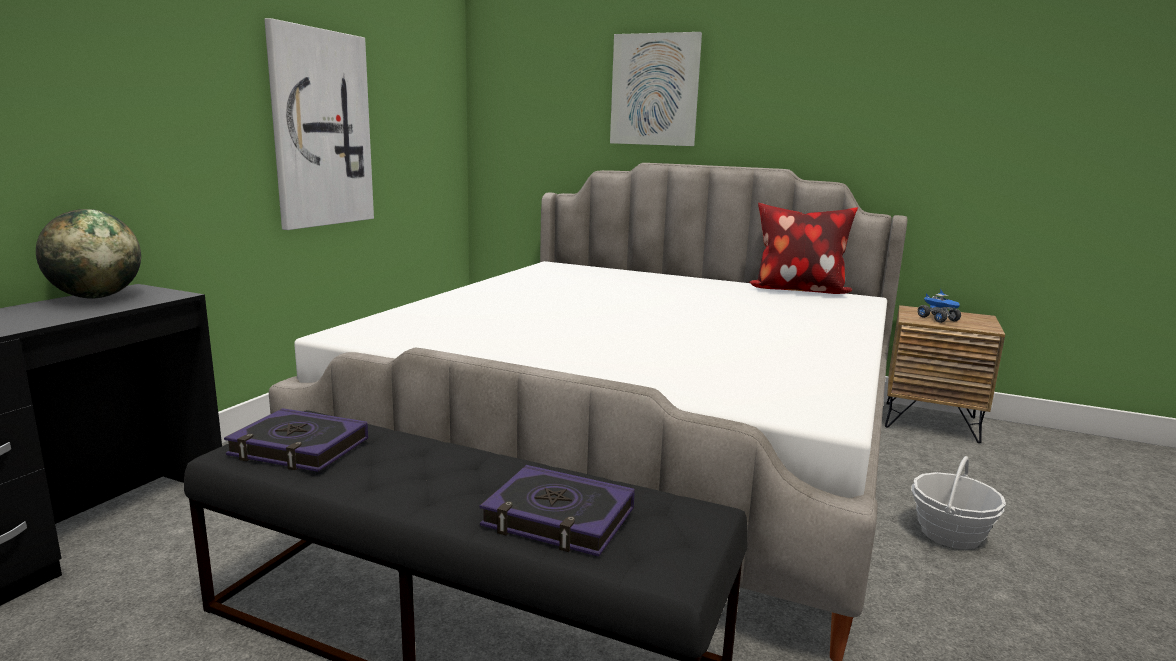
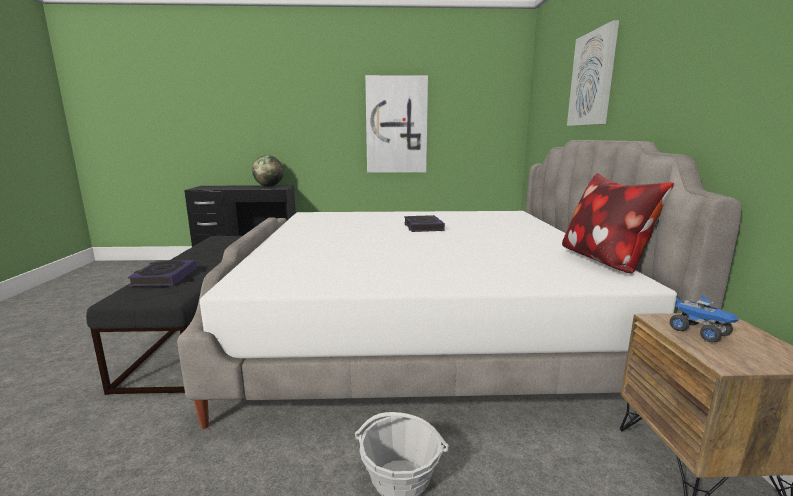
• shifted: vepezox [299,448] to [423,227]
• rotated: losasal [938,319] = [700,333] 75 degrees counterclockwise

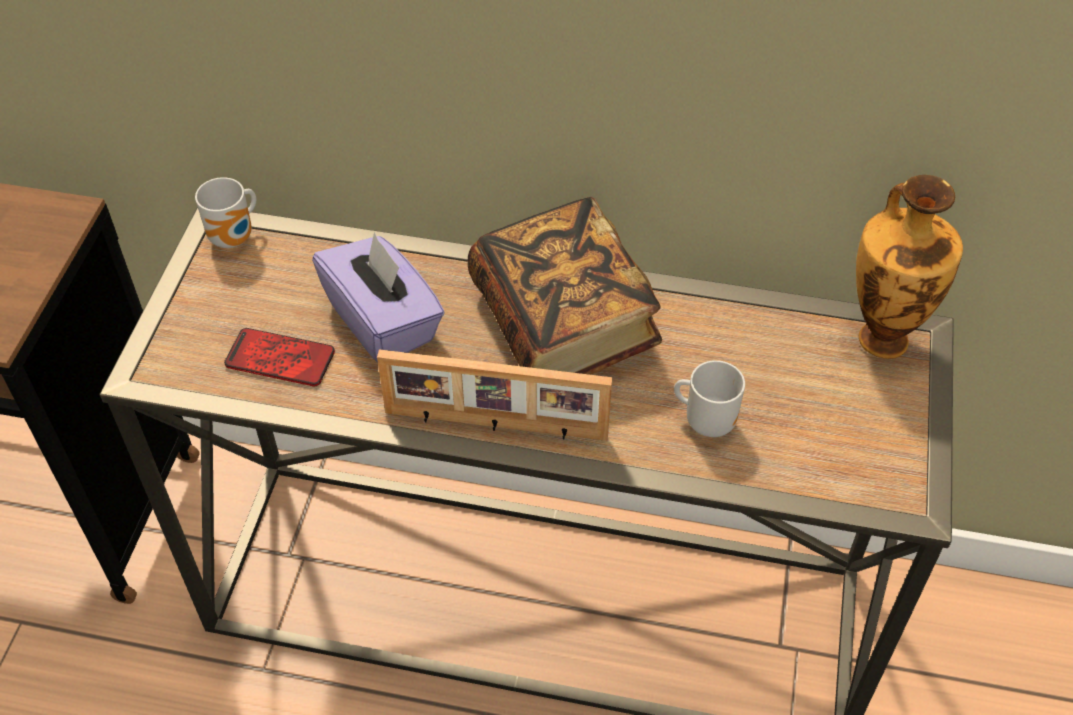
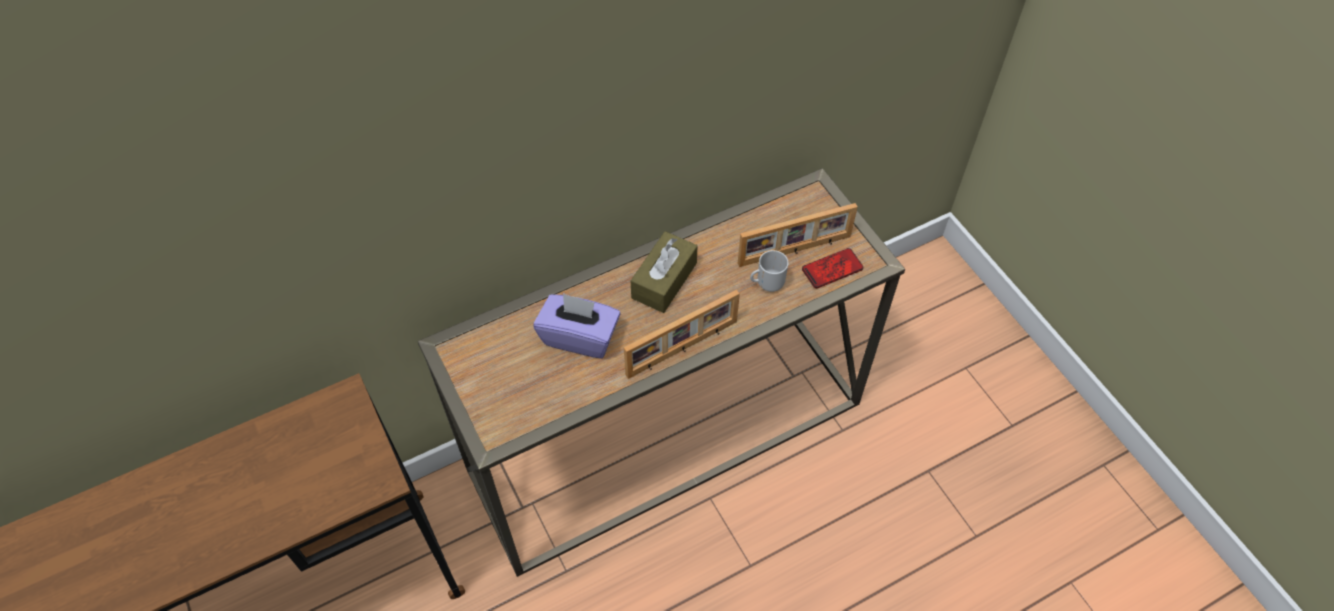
• swapped: vepezox [563,323] to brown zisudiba [664,280]
• new: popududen [795,251]
• shifted: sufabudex [280,358] to [832,269]
• gone: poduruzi [235,238]
• gone: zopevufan [882,336]

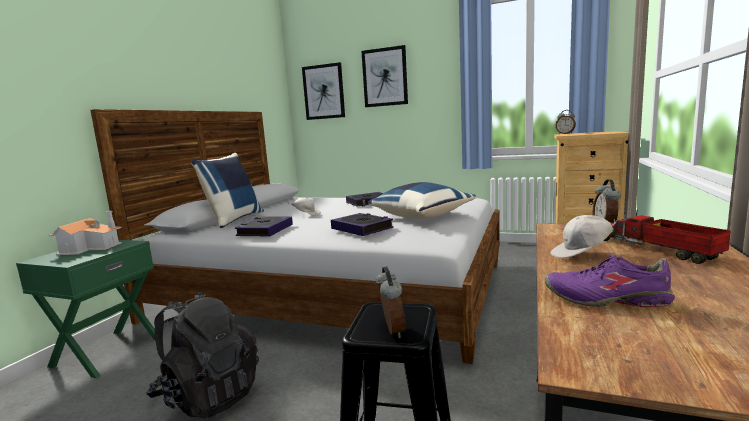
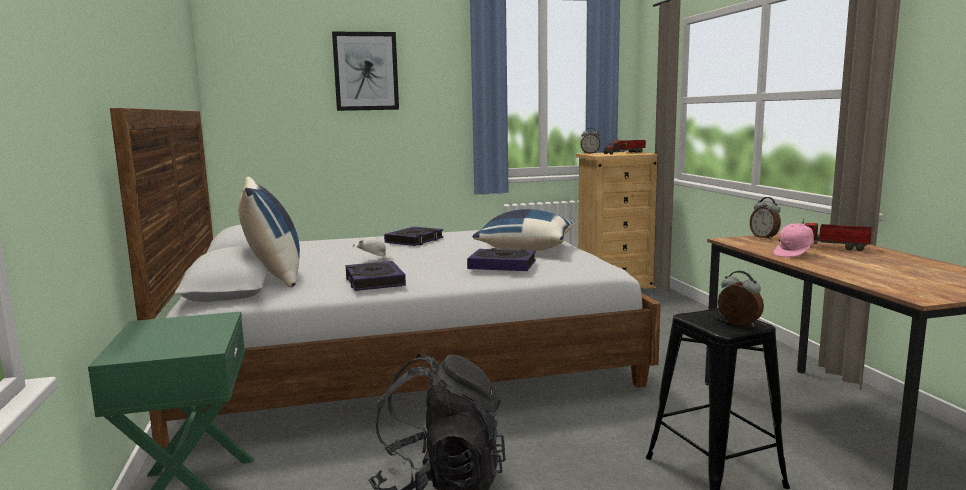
• new: losasal [625,153]
• repainted: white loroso [582,254] to pink loroso [794,254]
• gone: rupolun [91,247]
• gone: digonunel [324,92]
• gone: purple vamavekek [607,299]

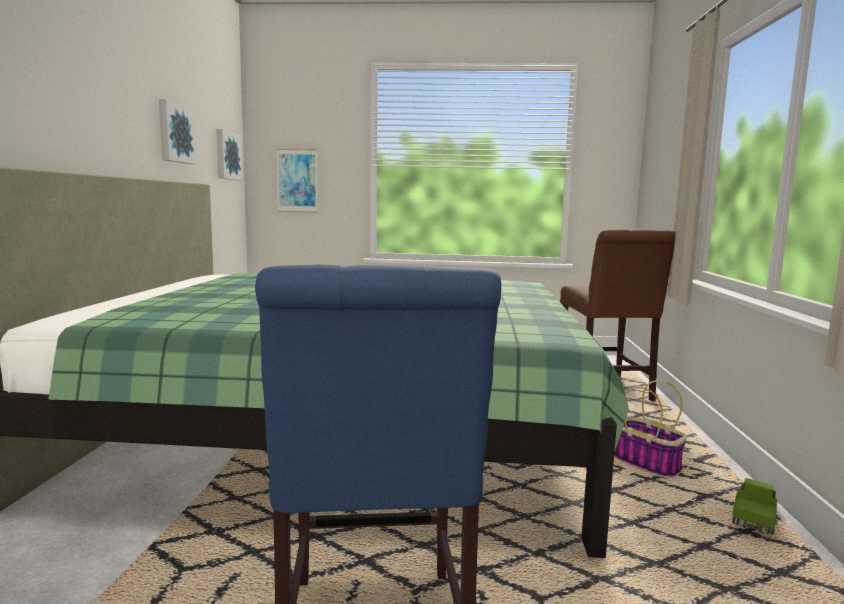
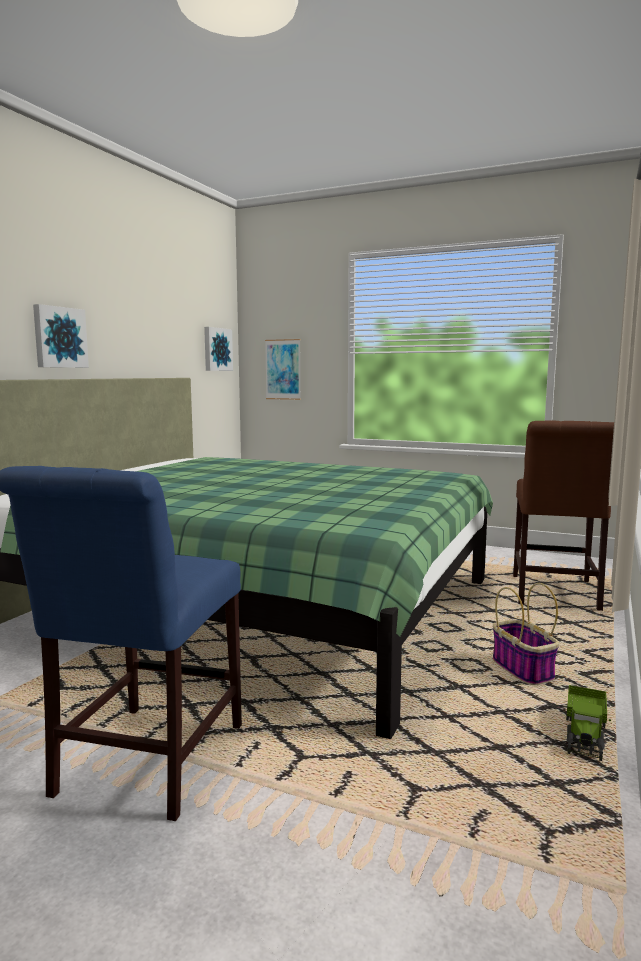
• shifted: digonunel [175,133] to [59,337]
• rotated: losasal [753,518] = [585,734] 150 degrees clockwise

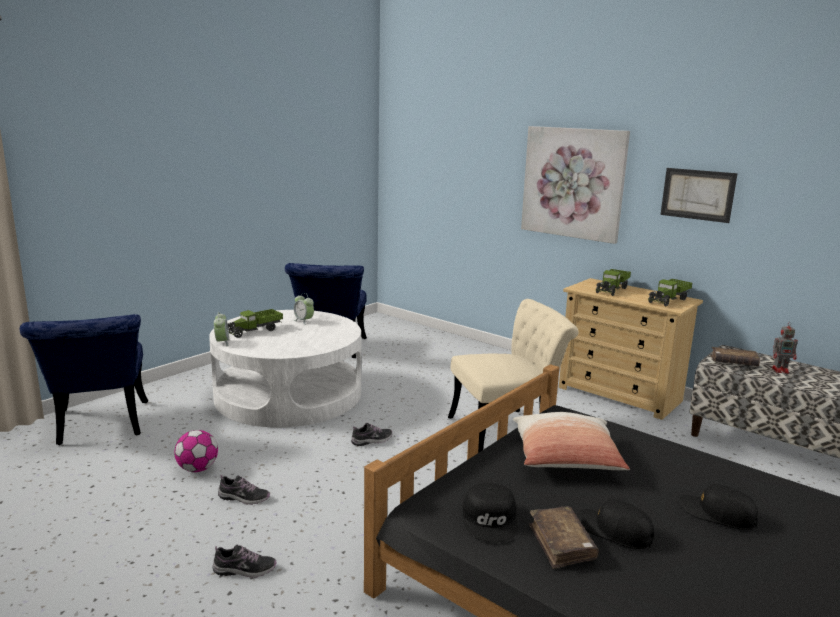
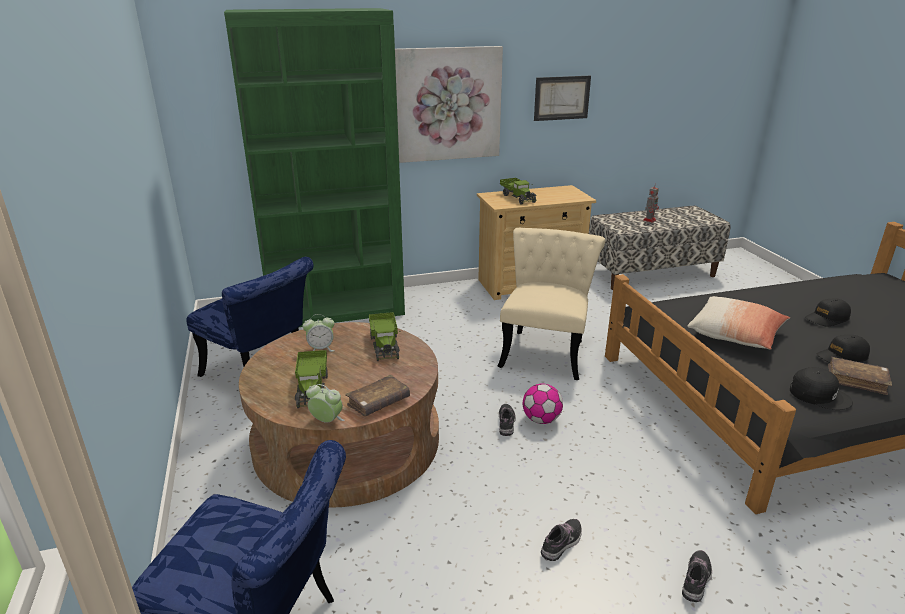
• new: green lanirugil [337,310]
• repainted: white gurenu [288,394] to brown gurenu [347,440]
• shifted: brown vepezox [733,363] to [378,402]
• shifted: losasal [669,300] to [385,345]
• shifted: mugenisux [197,469] to [541,419]

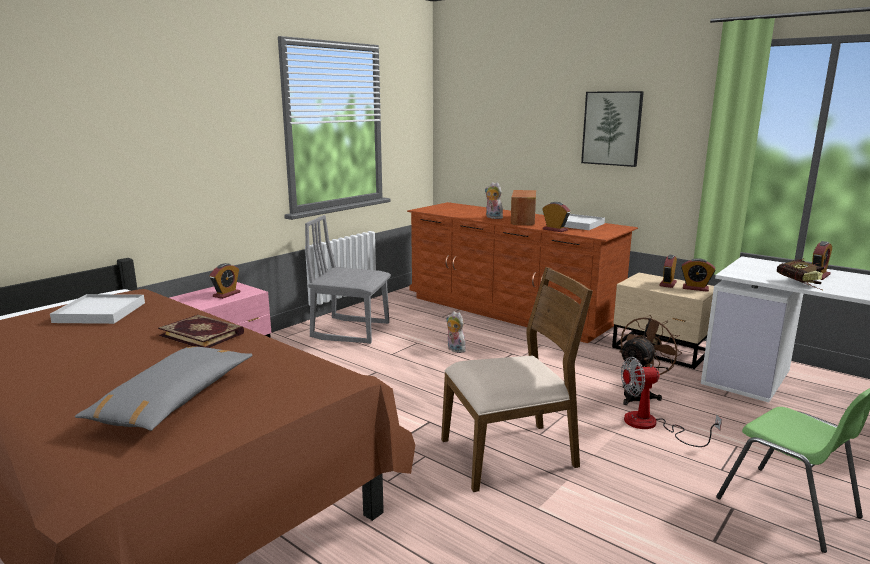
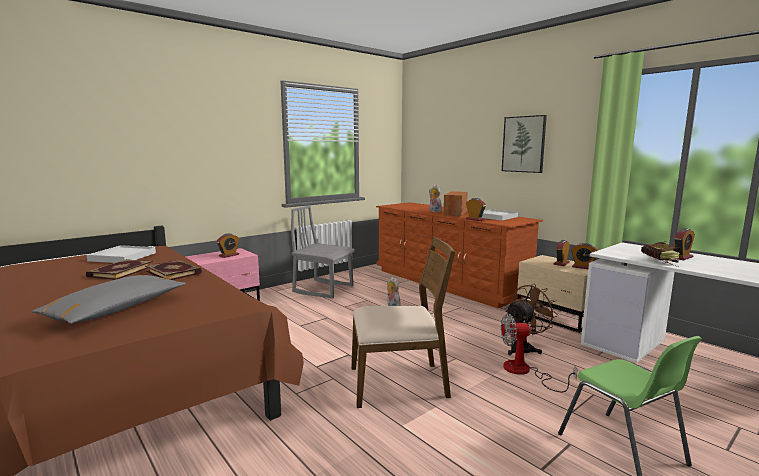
• new: vepezox [120,271]

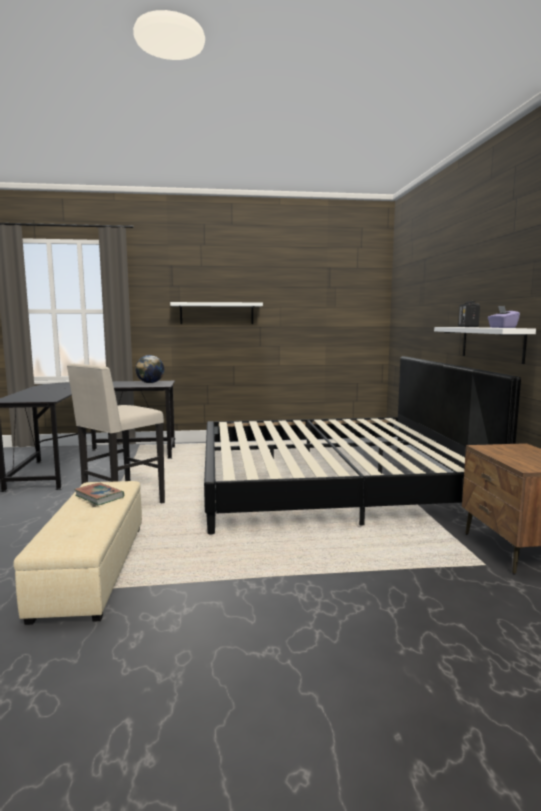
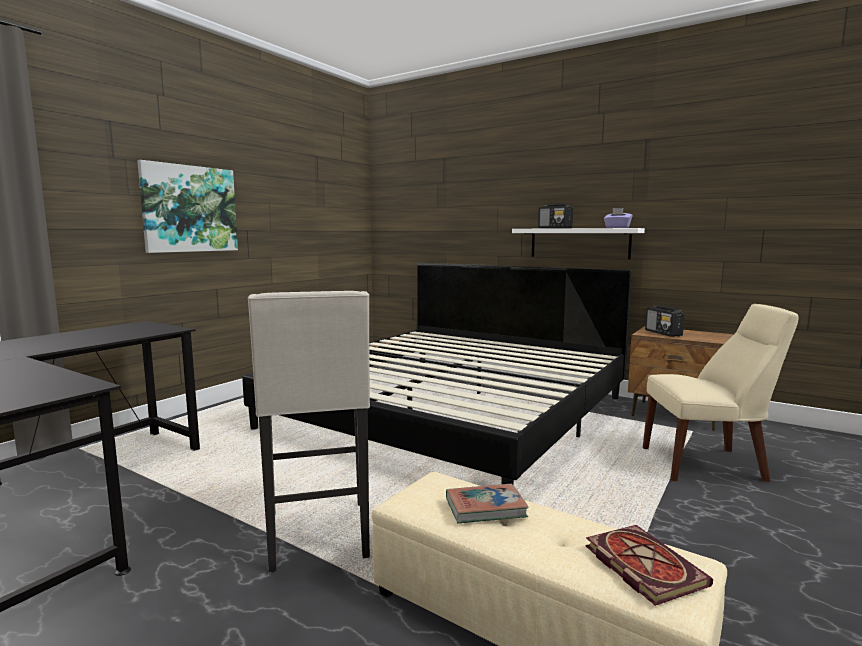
• swapped: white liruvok [216,313] to digonunel [190,209]
• new: vepezox [640,565]
• new: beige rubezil [708,464]
• new: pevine [663,333]
• gone: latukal [150,383]

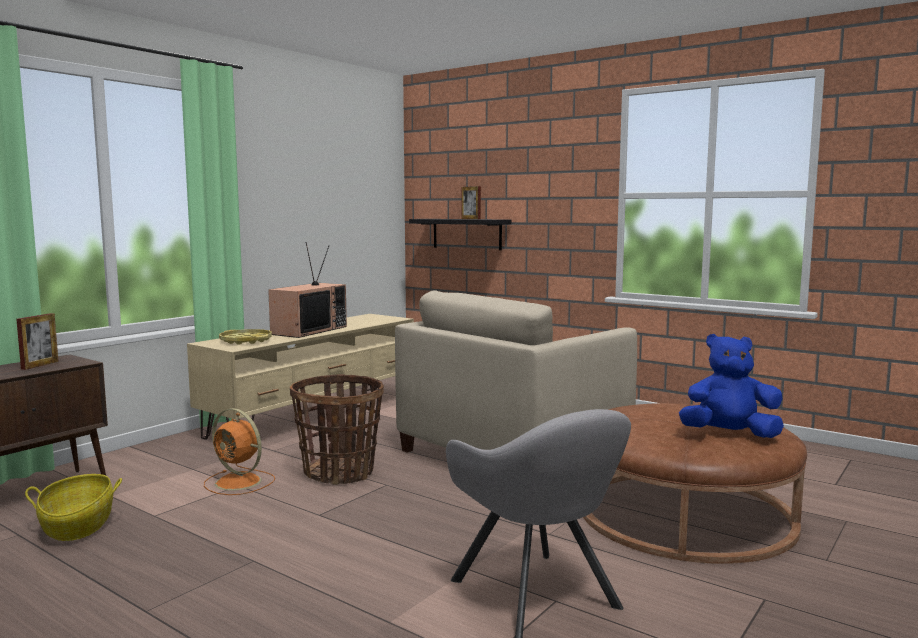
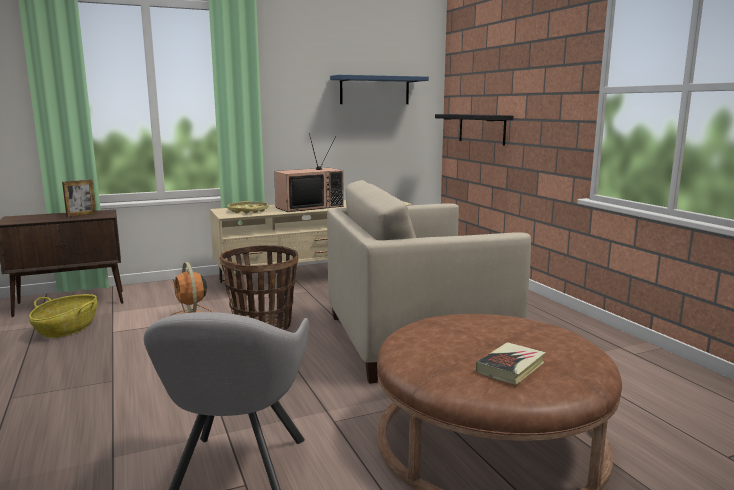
• new: blue liruvok [374,90]
• swapped: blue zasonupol [729,434] to vepezox [511,367]
• gone: popududen [471,219]

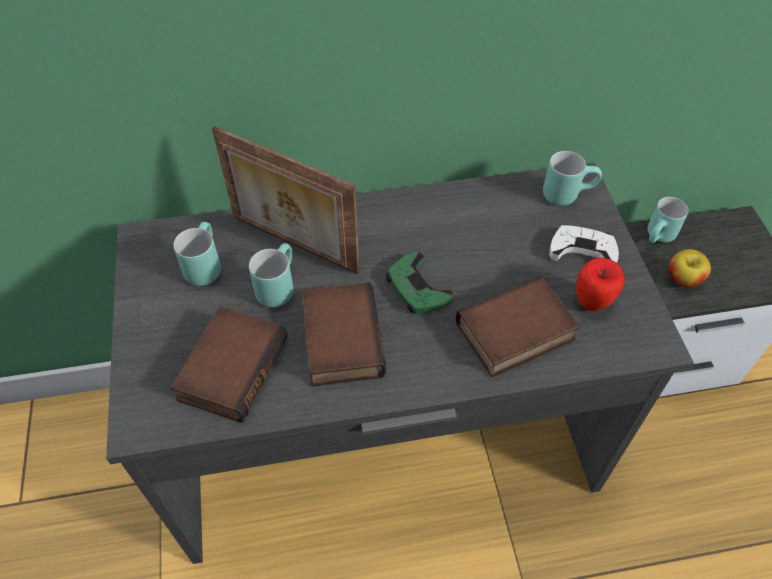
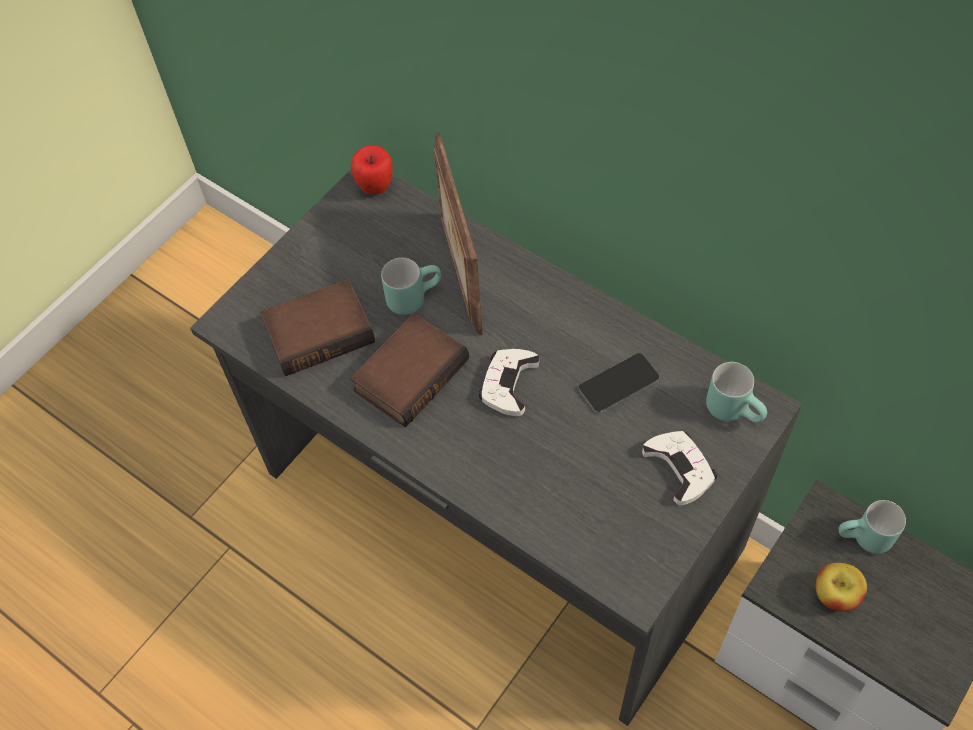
• shifted: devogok [592,302] to [375,188]
• repainted: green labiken [417,288] to white labiken [508,384]
• new: sufabudex [618,383]
• gone: turquoise poduruzi [202,265]
• gone: vepezox [515,334]

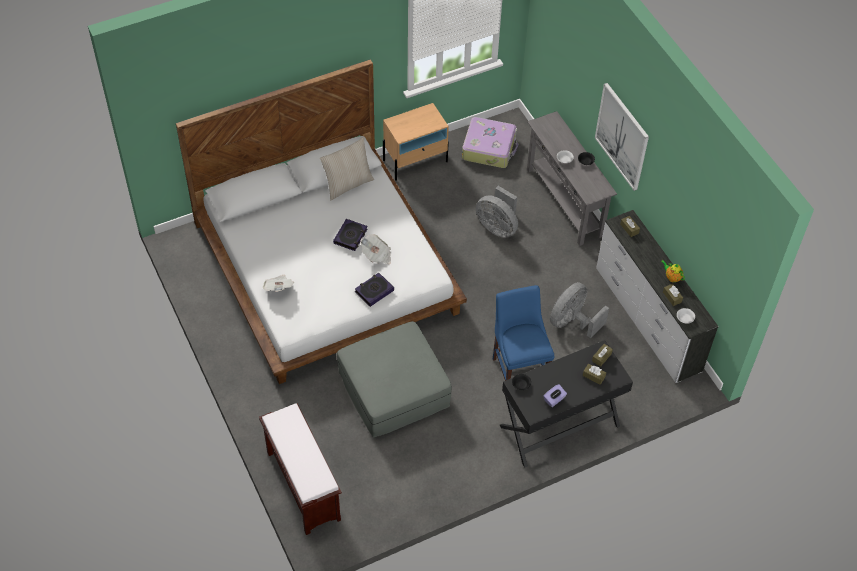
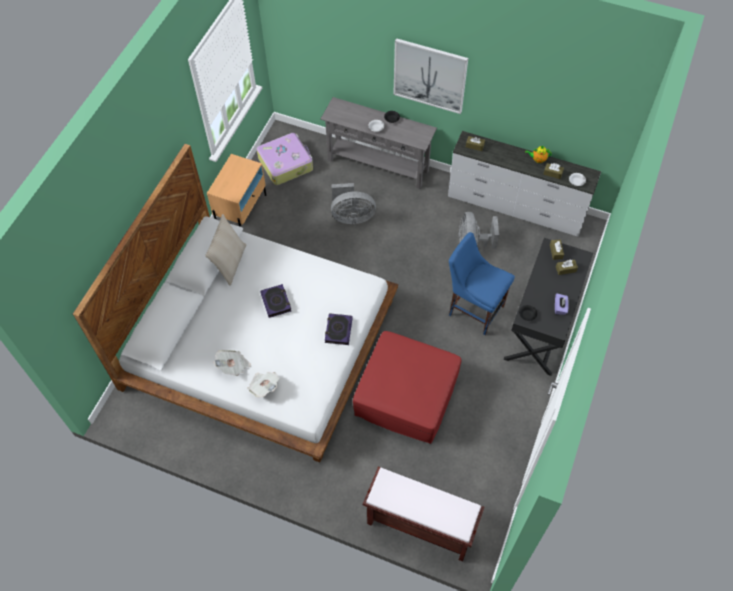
• shifted: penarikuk [376,255] to [233,366]
• repainted: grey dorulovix [393,388] to red dorulovix [406,394]

